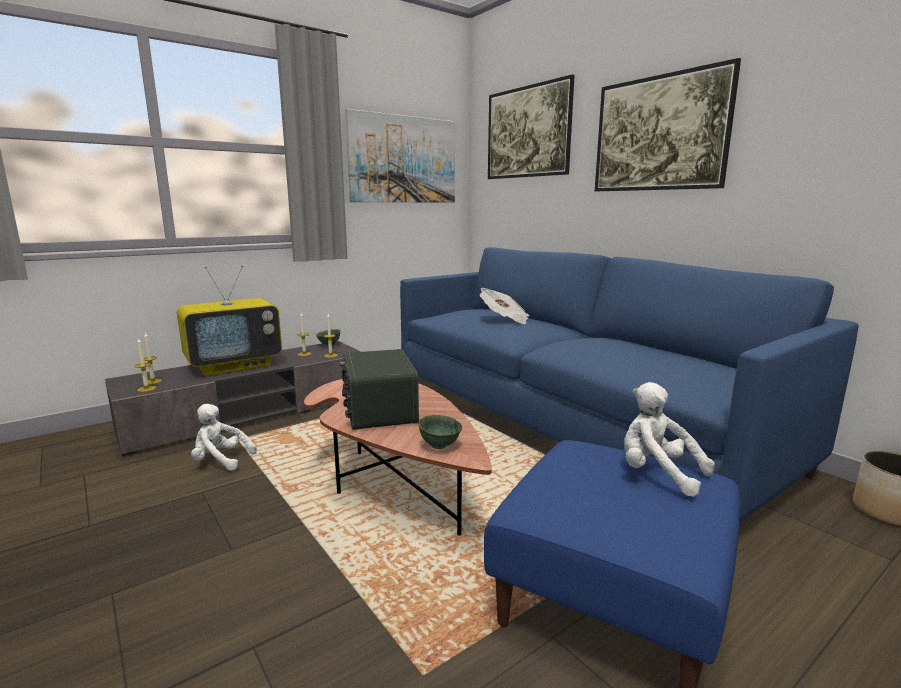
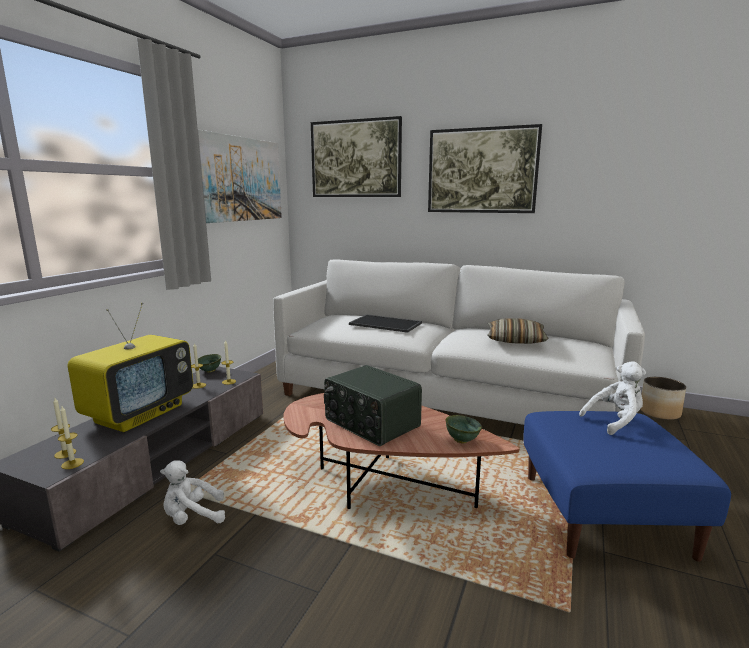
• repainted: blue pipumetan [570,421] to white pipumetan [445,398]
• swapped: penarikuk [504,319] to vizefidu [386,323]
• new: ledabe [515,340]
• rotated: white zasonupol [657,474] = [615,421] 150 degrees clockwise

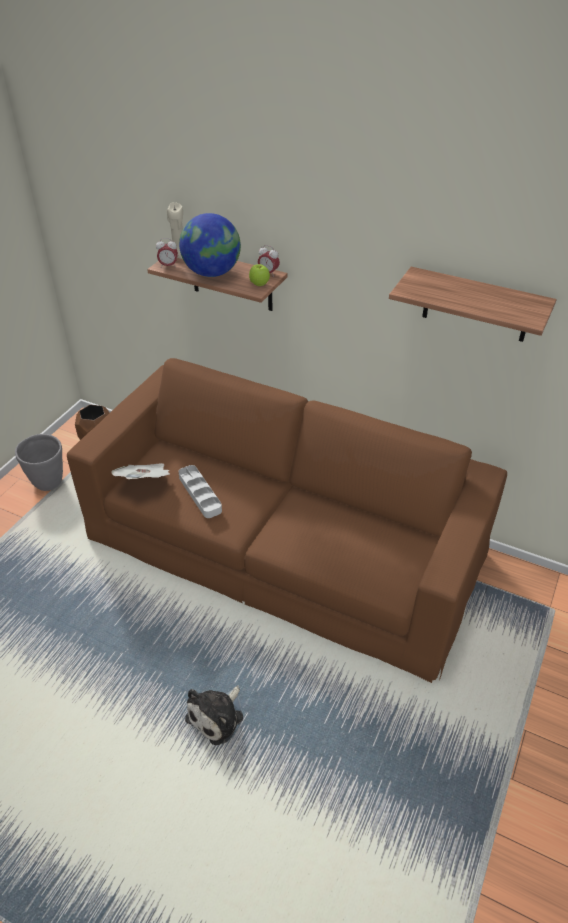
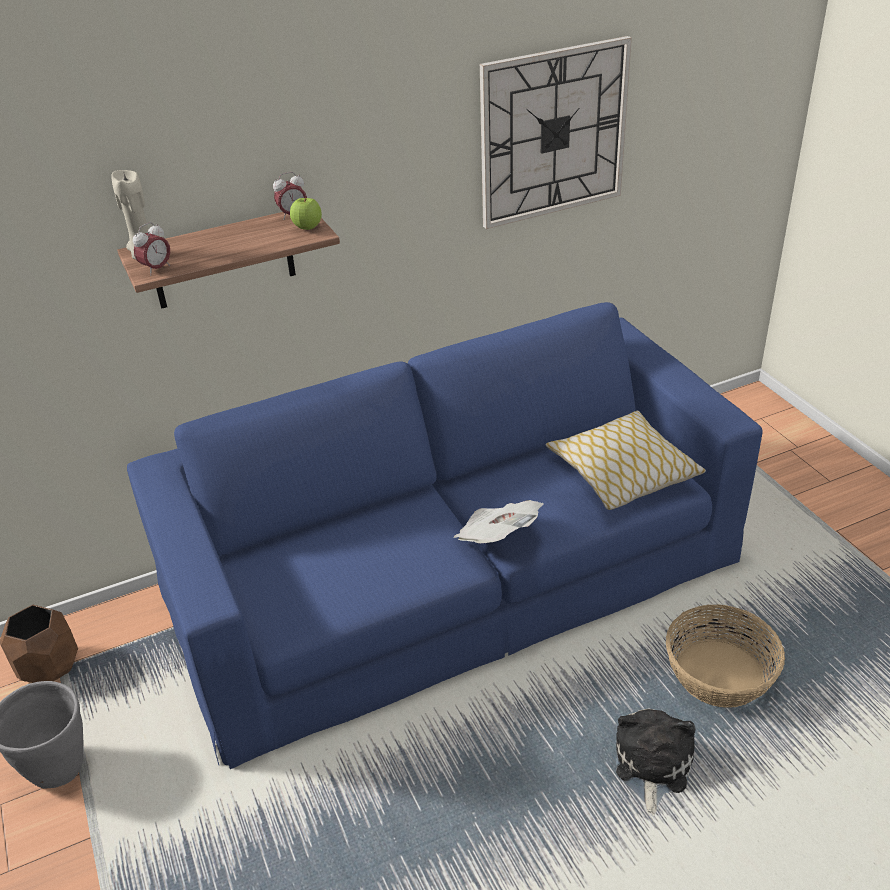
• repainted: brown pipumetan [284,544] to blue pipumetan [452,574]
• shifted: penarikuk [145,482] to [497,538]
• swapped: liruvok [476,305] to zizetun [553,133]
• new: ledabe [622,472]
• rotated: zasonupol [217,716] = [651,766] 150 degrees counterclockwise
• new: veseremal [720,674]
• gone: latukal [212,273]
• gone: grey vizefidu [200,494]

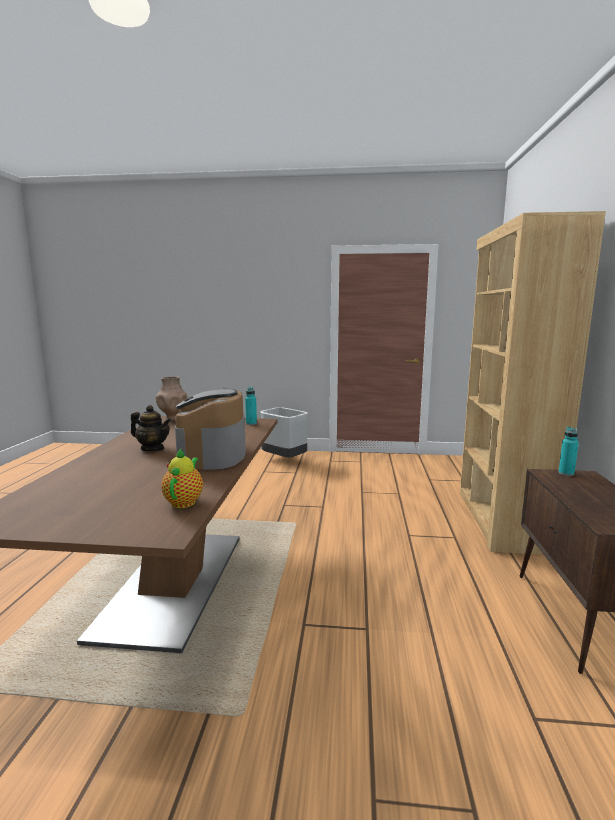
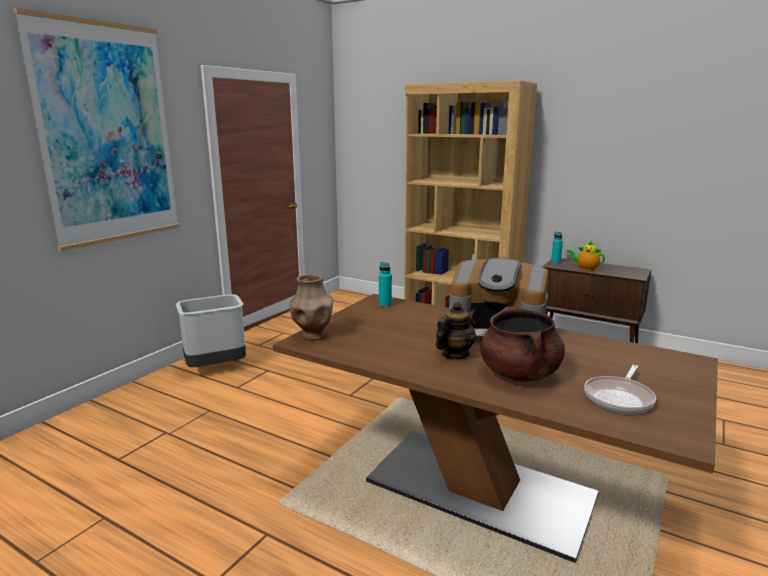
• new: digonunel [107,135]
• new: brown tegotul [520,374]
• shifted: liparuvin [184,501] to [585,269]
• new: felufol [619,398]

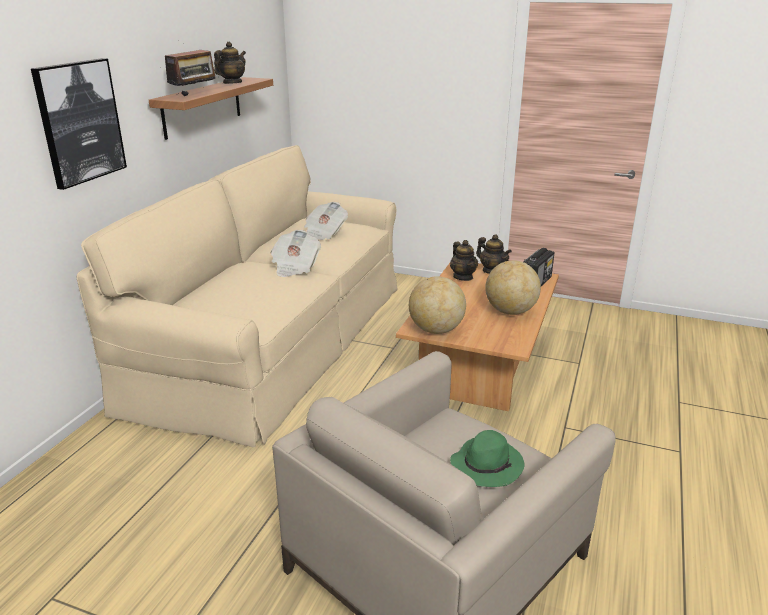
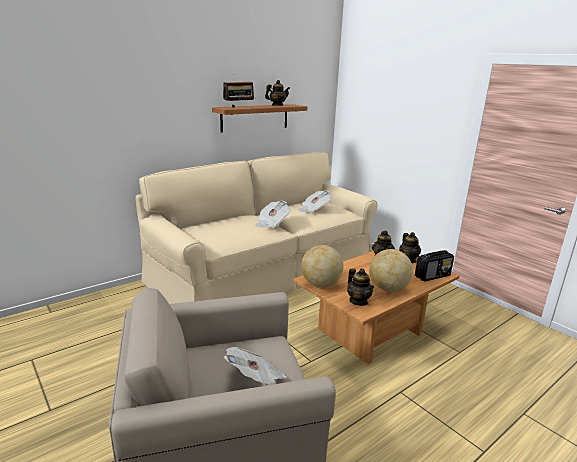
• swapped: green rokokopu [487,465] to penarikuk [255,379]
• new: liparuvin [358,301]
• gone: digonunel [80,122]

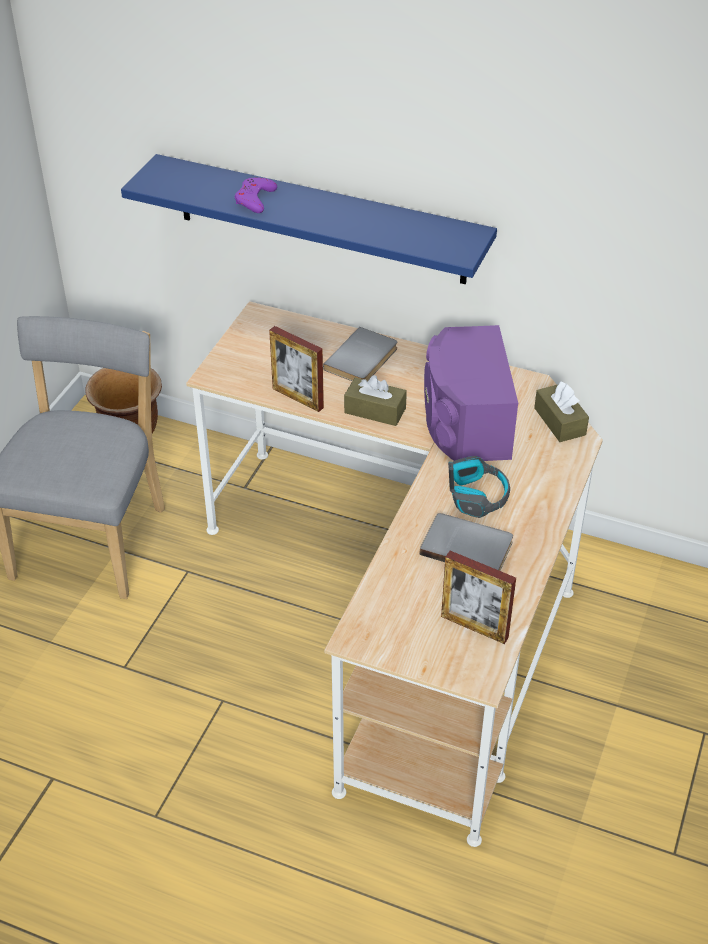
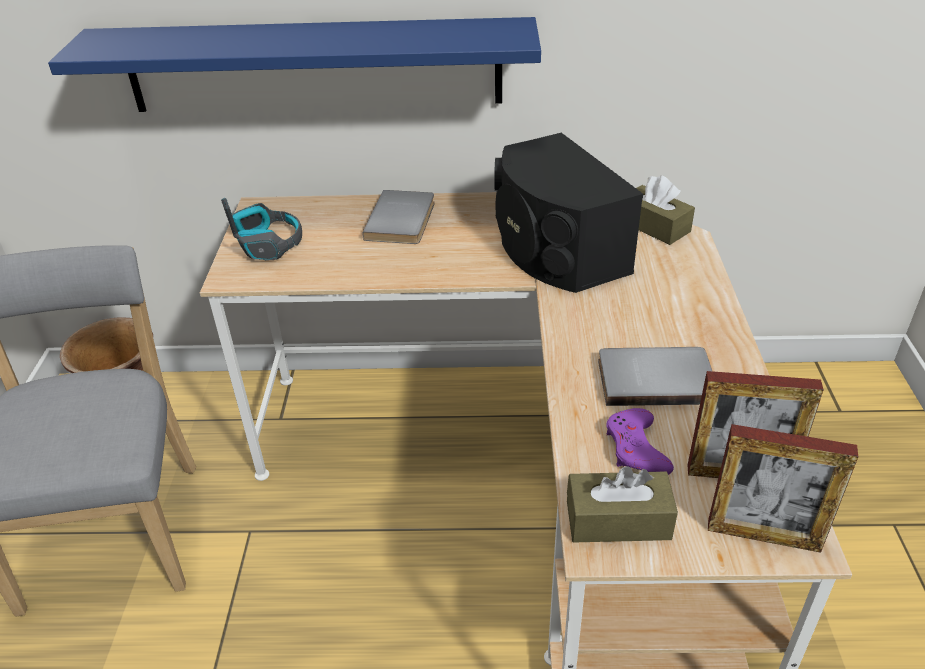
• shifted: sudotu [476,495] to [268,243]
• repainted: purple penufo [465,421] to black penufo [555,250]
• shifted: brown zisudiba [375,410] to [618,520]
• shifted: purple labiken [255,199] to [636,448]
• shifted: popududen [298,398] to [763,535]

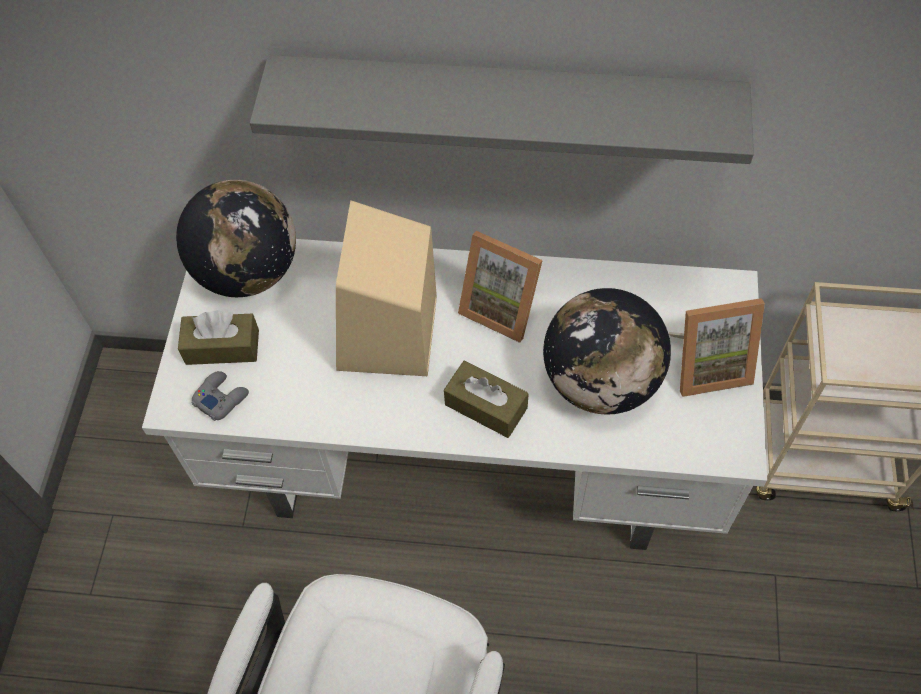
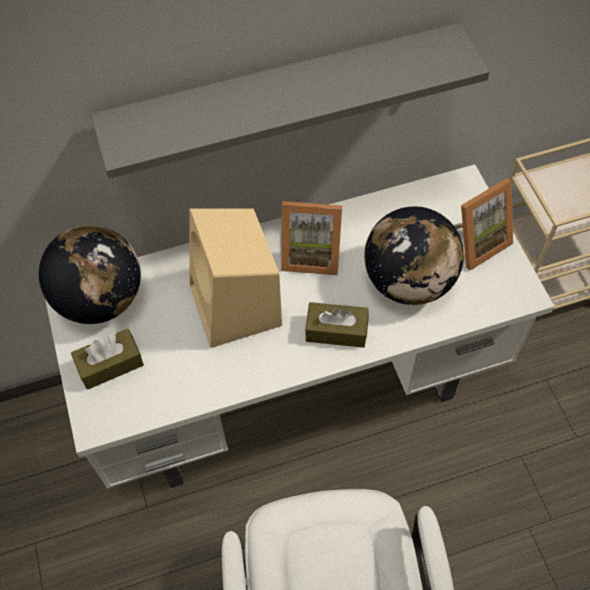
• gone: grey labiken [221,398]

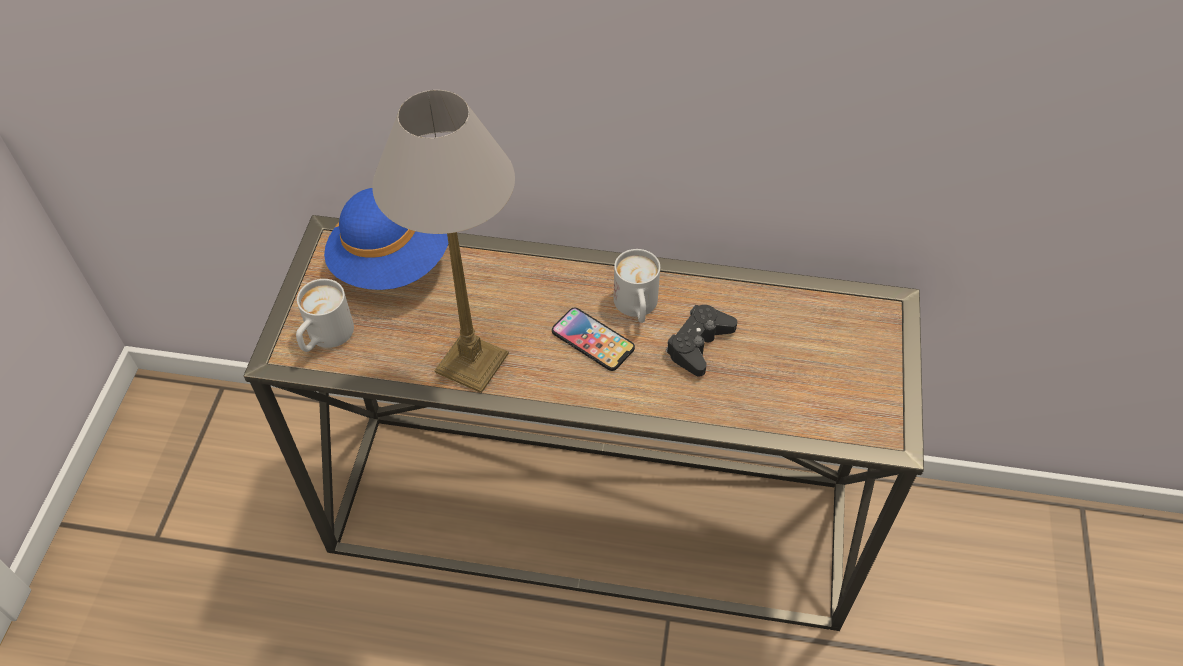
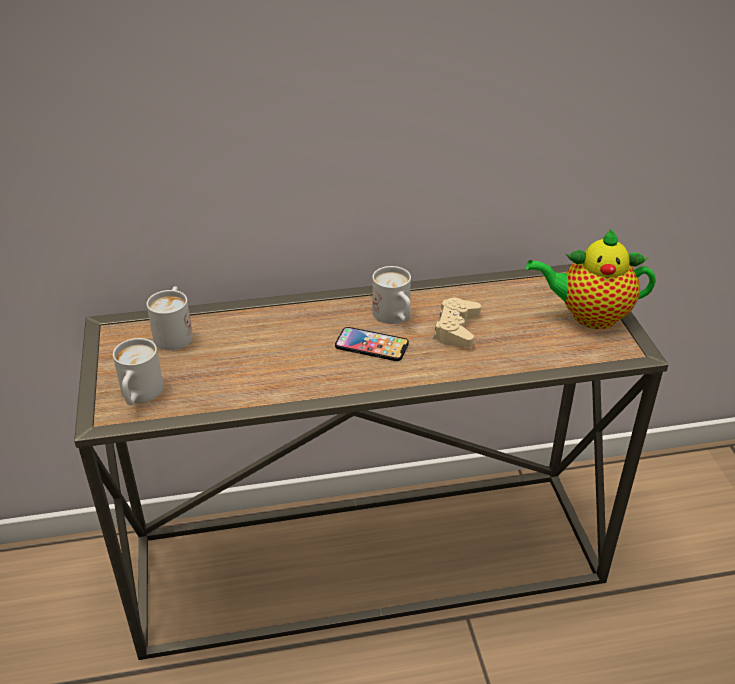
• swapped: blue rokokopu [392,262] to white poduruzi [175,332]
• repainted: black labiken [698,344] to beige labiken [456,329]
• new: liparuvin [588,316]
• gone: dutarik [473,362]

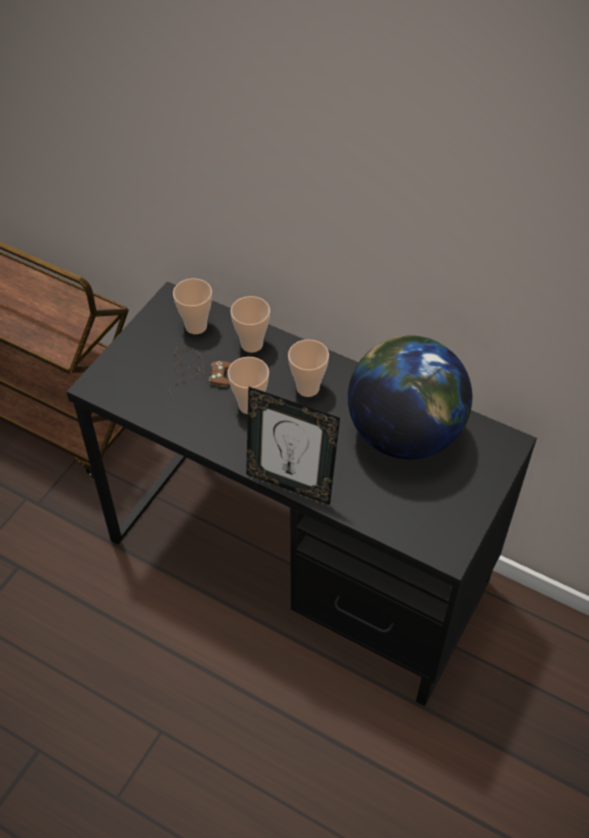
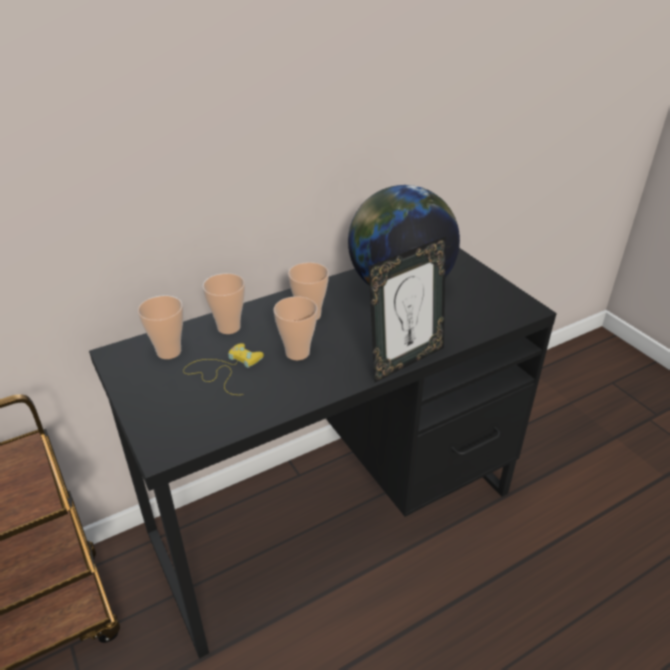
• repainted: brown labiken [197,371] to yellow labiken [223,370]

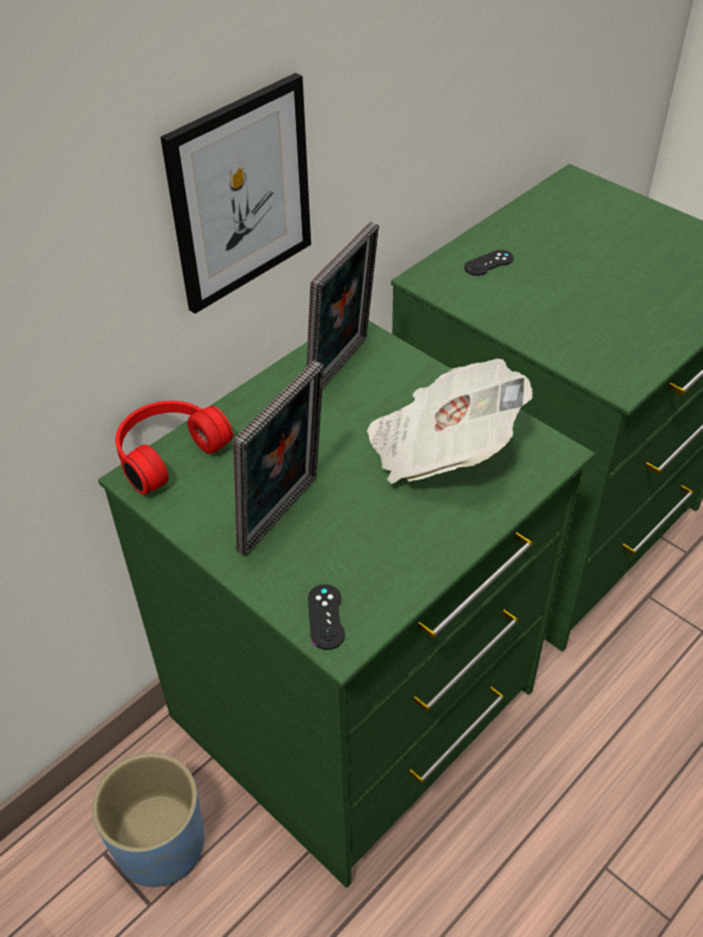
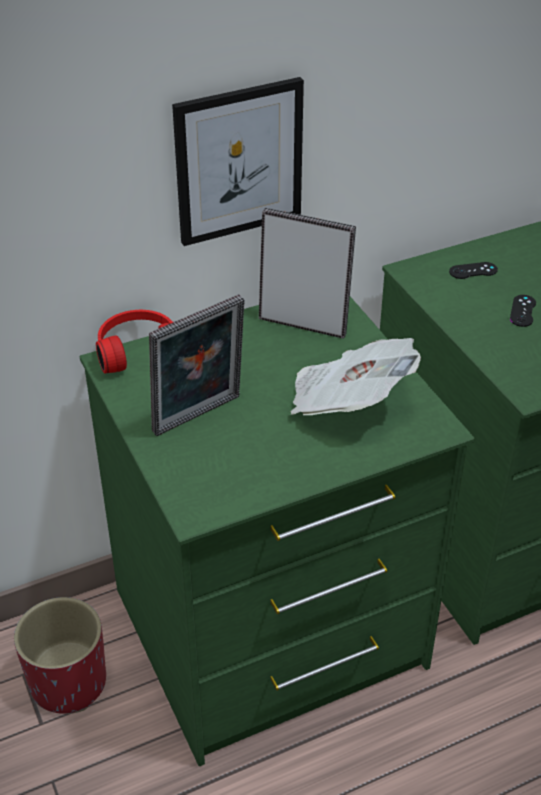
• repainted: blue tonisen [160,843] to red tonisen [68,682]
• rotated: popududen [342,369] = [304,323] 120 degrees counterclockwise
• shifted: black labiken [326,617] to [523,311]

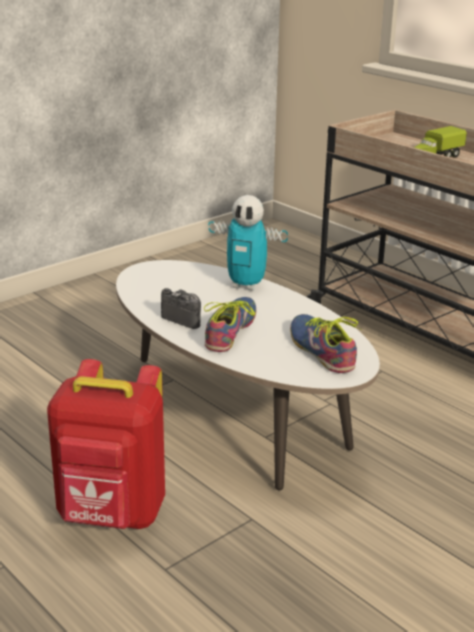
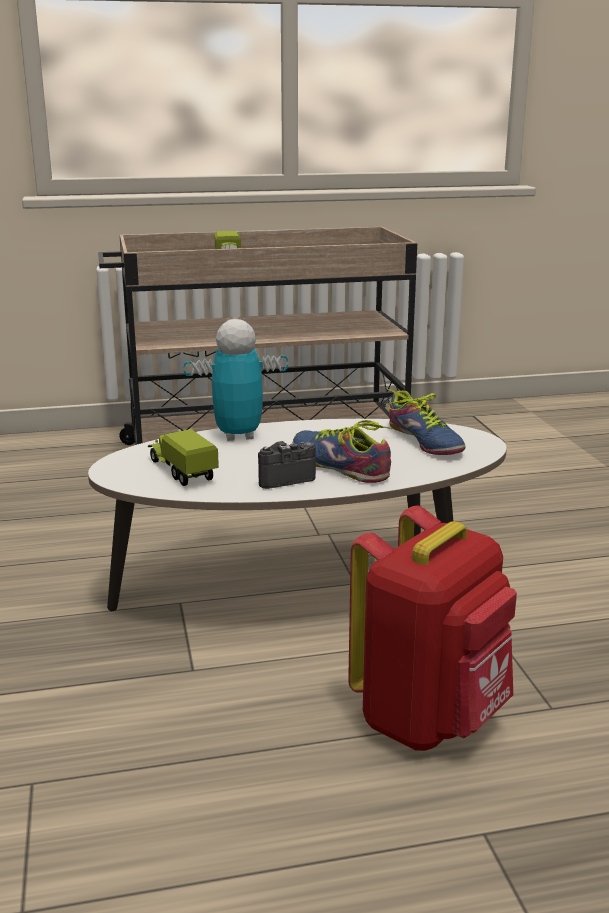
• new: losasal [181,471]
• rotated: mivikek [246,285] = [238,436] 150 degrees counterclockwise
• rotated: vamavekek [321,350] = [425,440] 120 degrees counterclockwise

